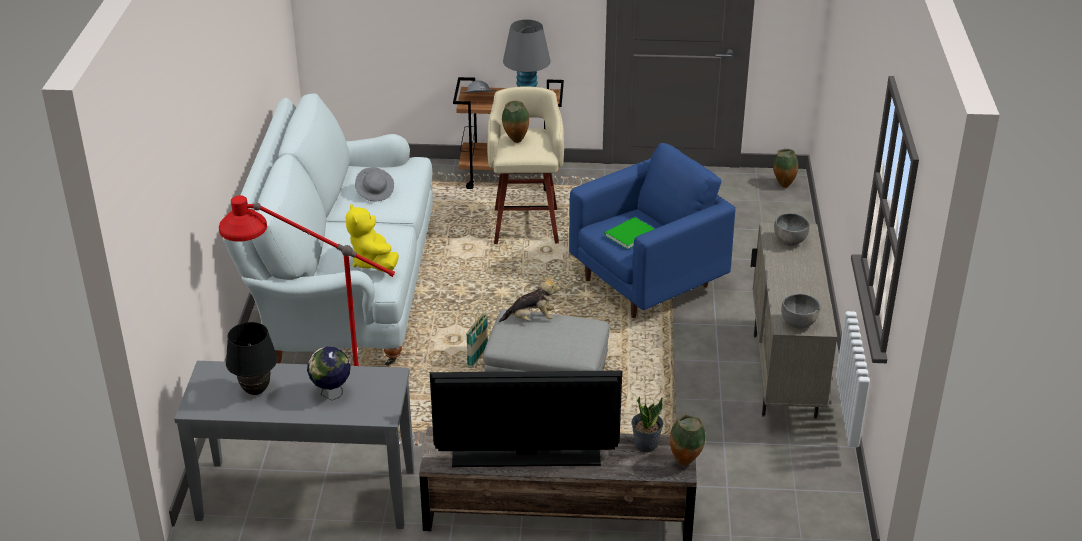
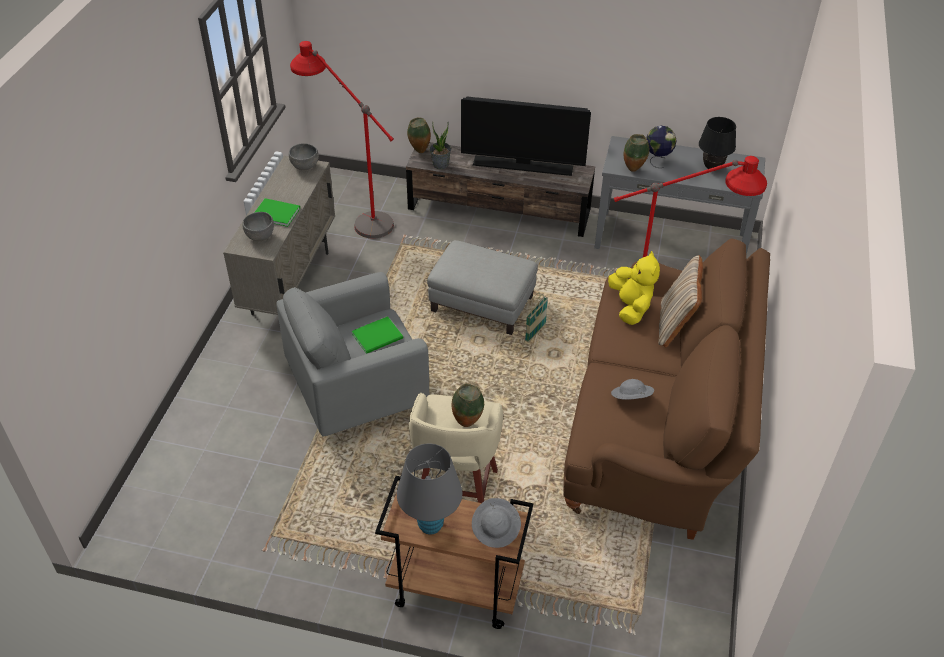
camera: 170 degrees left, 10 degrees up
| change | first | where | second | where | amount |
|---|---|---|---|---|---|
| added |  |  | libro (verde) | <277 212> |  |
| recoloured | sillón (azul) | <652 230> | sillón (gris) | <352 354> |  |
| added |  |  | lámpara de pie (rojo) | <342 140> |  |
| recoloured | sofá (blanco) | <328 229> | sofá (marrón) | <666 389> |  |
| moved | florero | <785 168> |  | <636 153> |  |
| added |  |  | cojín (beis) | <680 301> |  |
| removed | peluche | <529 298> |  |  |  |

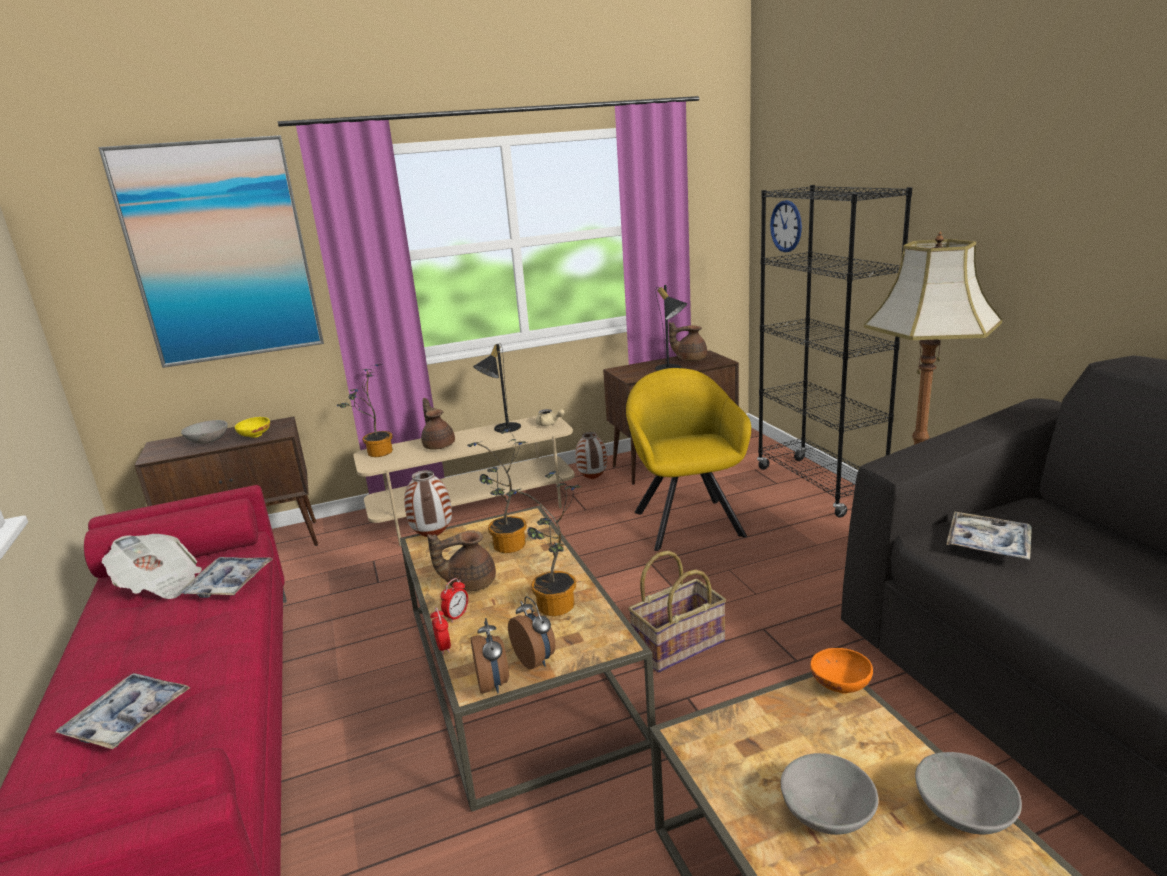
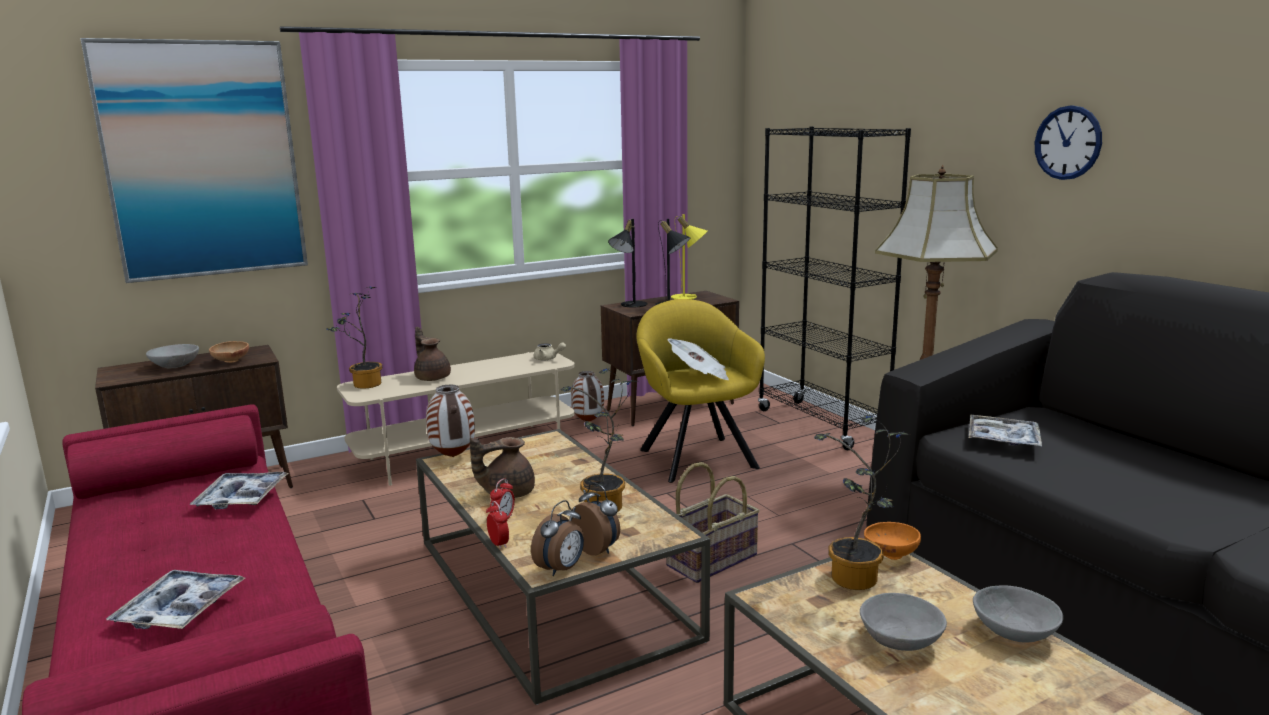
camera: 10 degrees left, 5 degrees down
| change | first | where | second | where | amount |
|---|---|---|---|---|---|
| recoloured | cuenco (amarillo) | <252 427> | cuenco (marrón) | <229 352> |  |
| turned | despertador | <490 656> |  | <557 538> | 60 degrees clockwise |
| moved | lámpara de mesa (negro) | <497 388> |  | <628 263> |  |
| moved | periódico | <152 566> |  | <698 359> |  |
| replaced | tetera (marrón) | <688 341> | lámpara de mesa (amarillo) | <689 257> |  |
| moved | planta en maceta | <497 491> |  | <861 502> |  |
| moved | reloj de pared | <786 226> |  | <1068 142> |  |

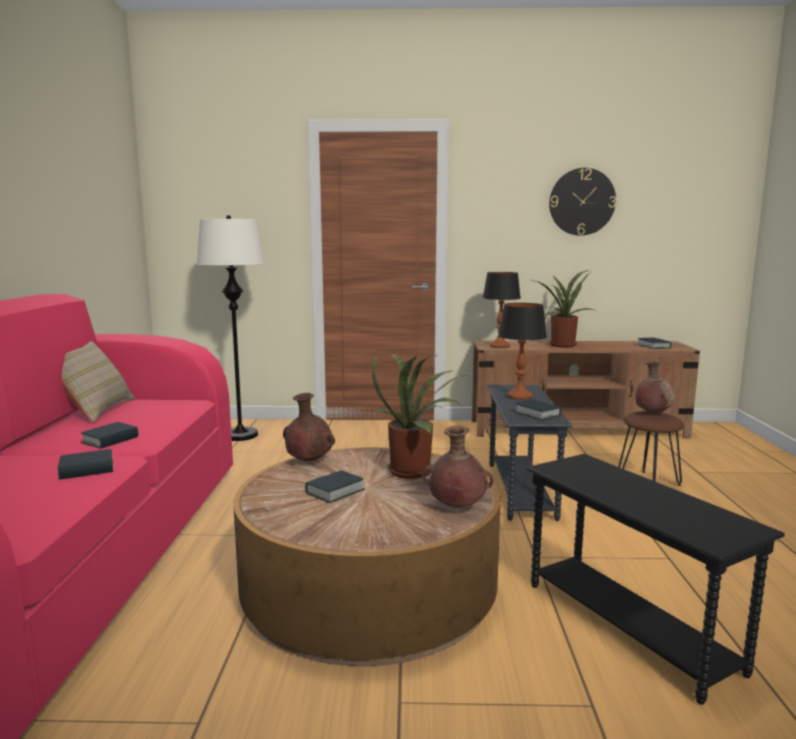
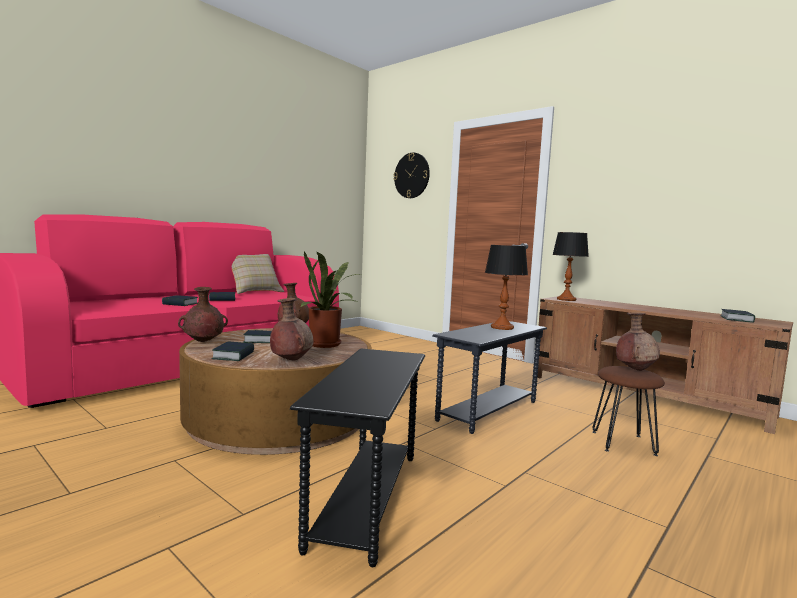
camera: 40 degrees right, 5 degrees down
| change | first | where | second | where | amount |
|---|---|---|---|---|---|
| added |  |  | florero (marrón) | <203 314> |  |
| moved | libro | <538 409> |  | <232 351> |  |
| moved | reloj de pared | <582 202> |  | <411 175> |  |
| removed | lámpara de pie (blanco) | <231 328> |  |  |  |
| removed | planta en maceta | <561 309> |  |  |  |

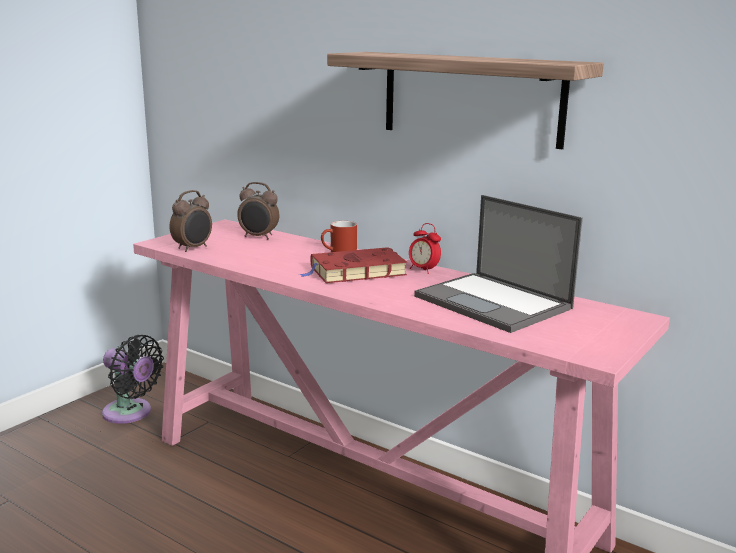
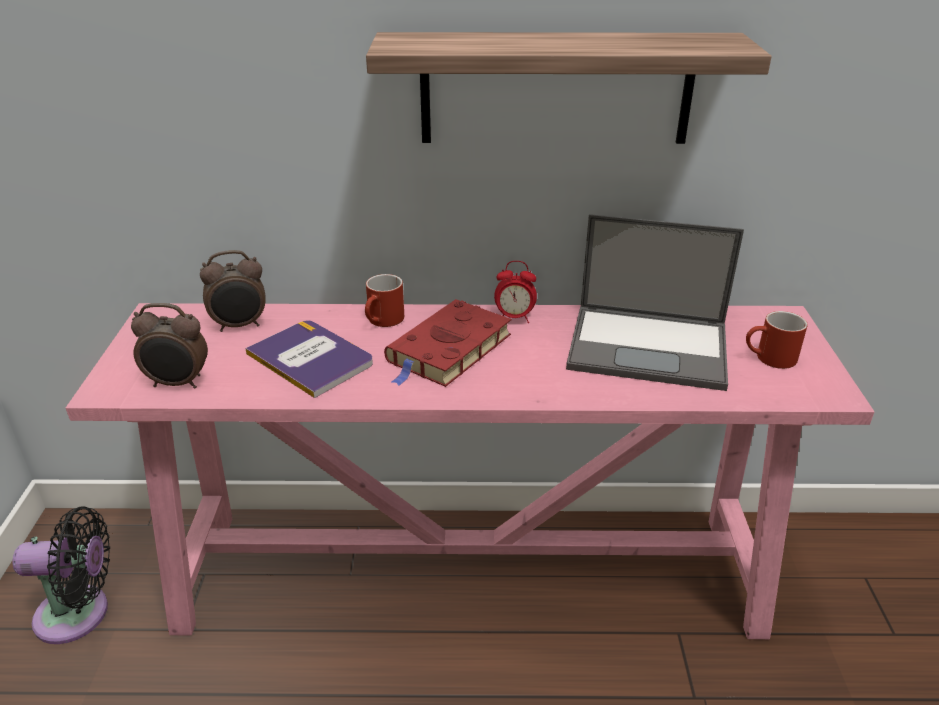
camera: 35 degrees left, 15 degrees up
| change | first | where | second | where | amount |
|---|---|---|---|---|---|
| turned | despertador | <191 221> |  | <169 345> | 90 degrees clockwise |
| added |  |  | libro | <309 359> |  |
| added |  |  | taza grande (rojo) | <777 340> |  |

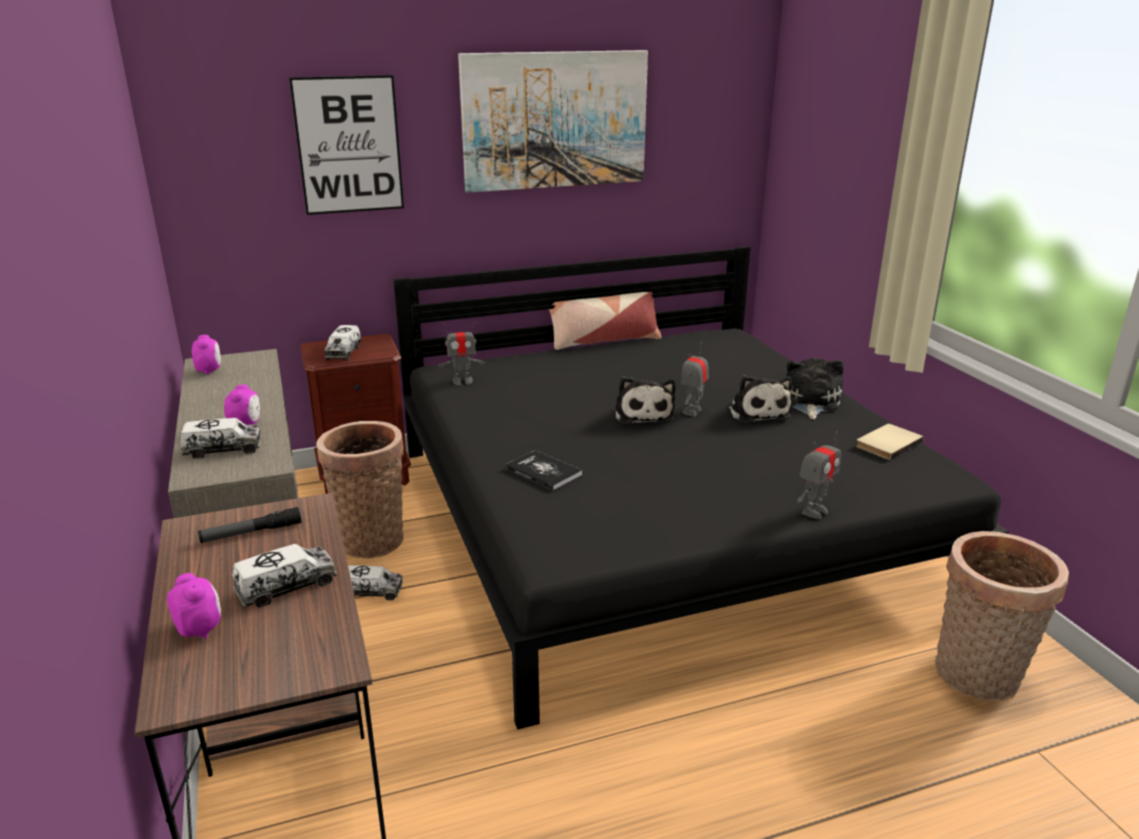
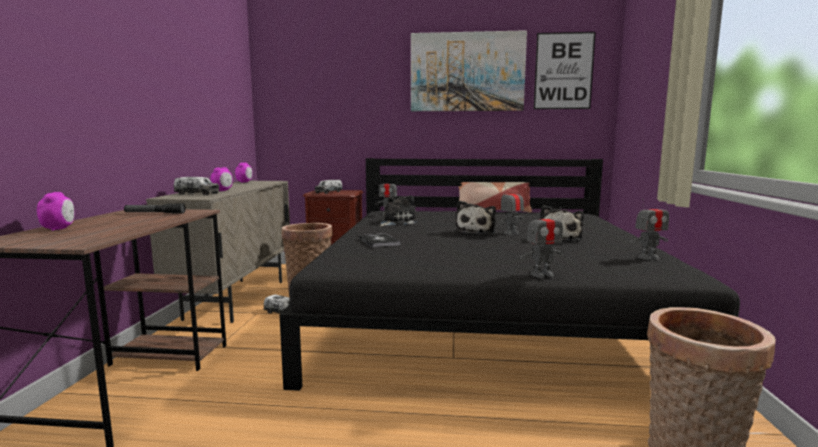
camera: 25 degrees right, 15 degrees down
| change | first | where | second | where | amount |
|---|---|---|---|---|---|
| moved | peluche | <815 388> |  | <399 211> |  |
| moved | cuadro | <346 145> |  | <565 70> |  |
| replaced | libro (beis) | <890 442> | robot de juguete | <649 229> |  |
| removed | camión de juguete | <284 575> |  |  |  |

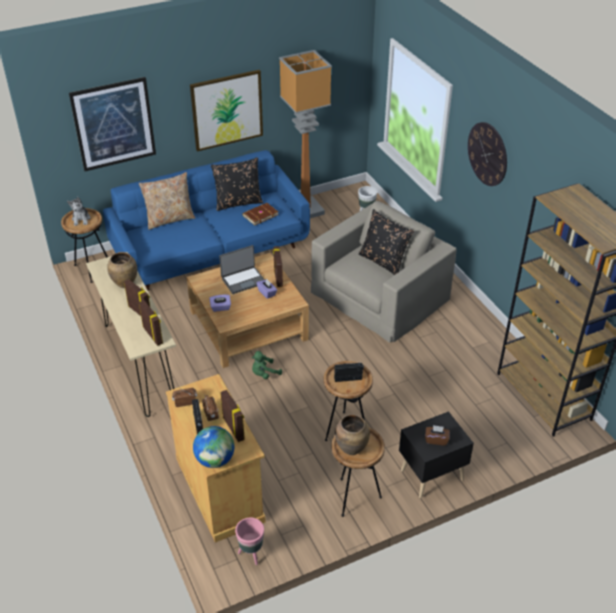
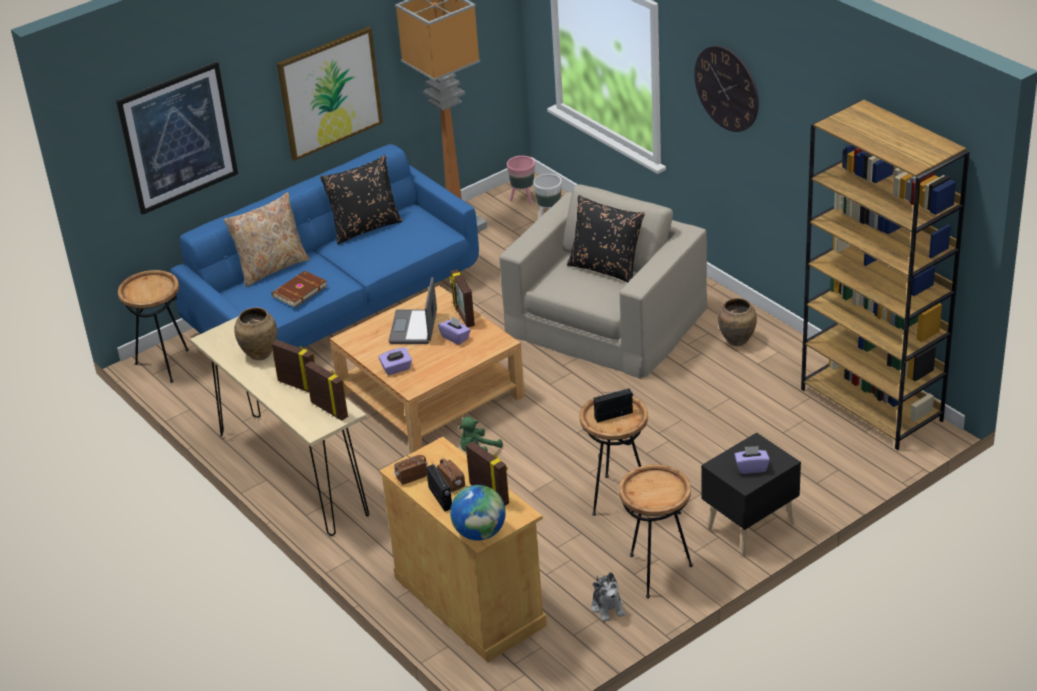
camera: 10 degrees left, 5 degrees down
| change | first | where | second | where | amount |
|---|---|---|---|---|---|
| moved | libro (marrón) | <260 214> |  | <300 289> |  |
| turned | portátil | <242 269> |  | <413 310> | 135 degrees clockwise |
| moved | maceta (rosa) | <249 541> |  | <521 180> |  |
| moved | peluche | <79 211> |  | <608 597> |  |
| moved | florero (marrón) | <352 434> |  | <737 322> |  |
| recoloured | caja de pañuelos (marrón) | <437 435> | caja de pañuelos (morado) | <752 460> |  |

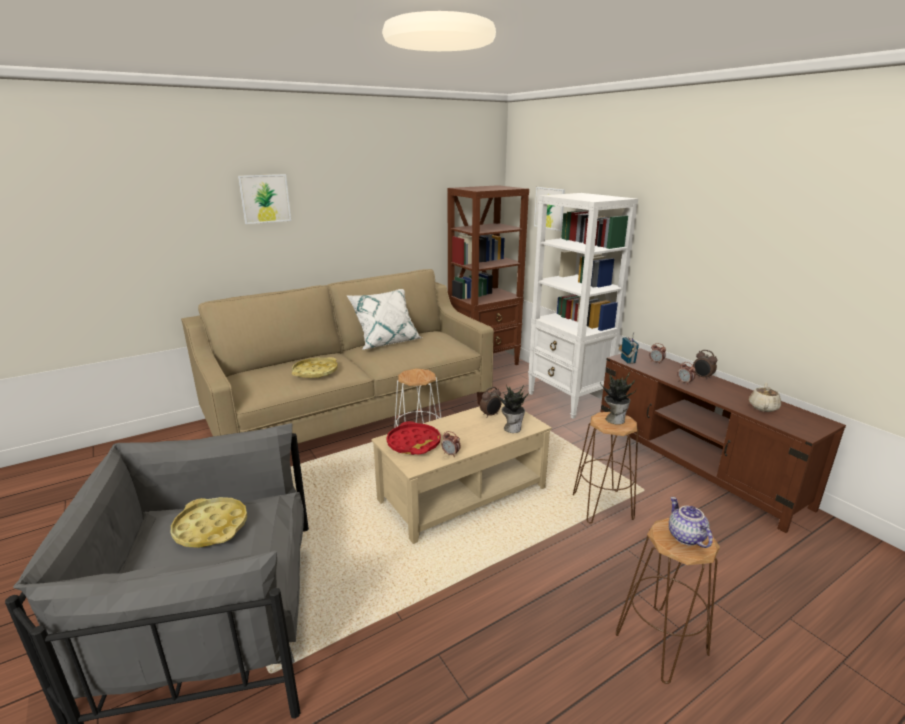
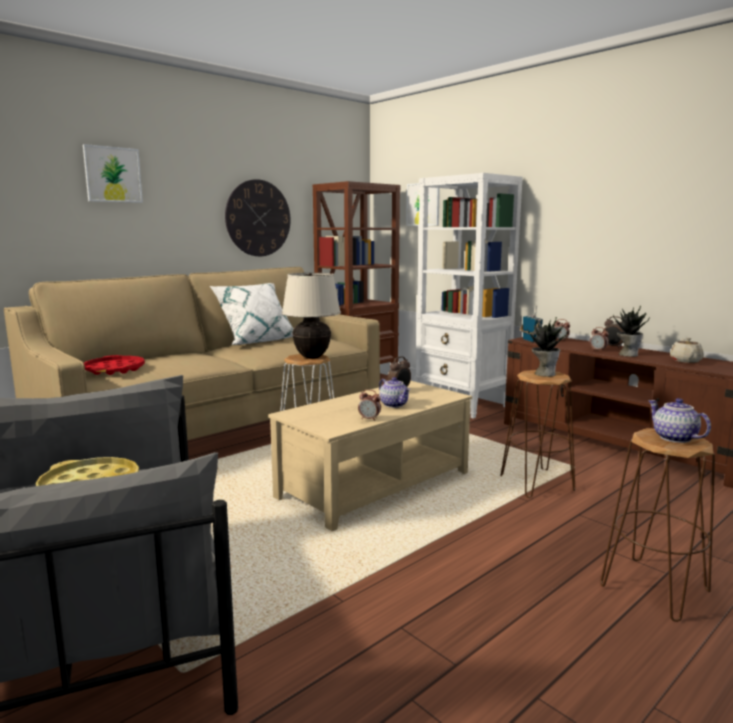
camera: 10 degrees left, 10 degrees down
| change | first | where | second | where | amount |
|---|---|---|---|---|---|
| moved | bandeja (rojo) | <414 438> |  | <114 365> |  |
| added |  |  | reloj de pared | <258 217> |  |
| added |  |  | lámpara de mesa (beis) | <311 316> |  |
| added |  |  | tetera | <394 392> |  |
| moved | planta en maceta | <512 409> |  | <631 331> |  |
| removed | bandeja (amarillo) | <315 367> |  |  |  |

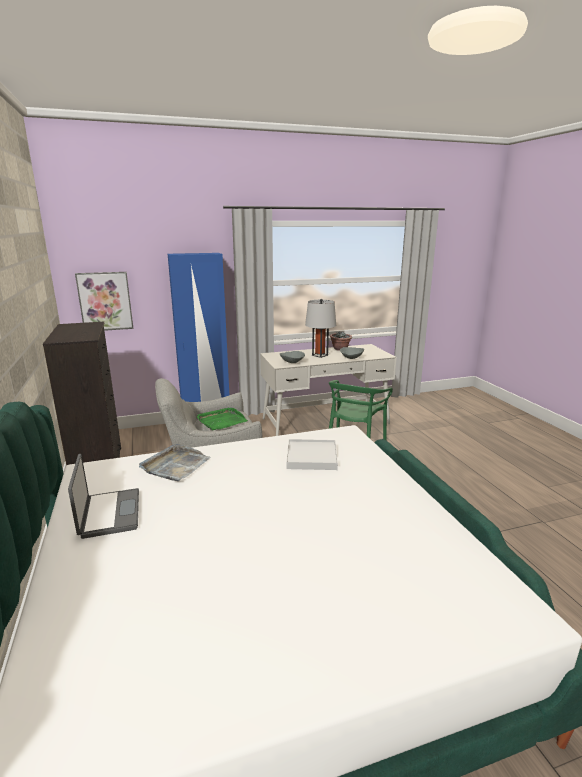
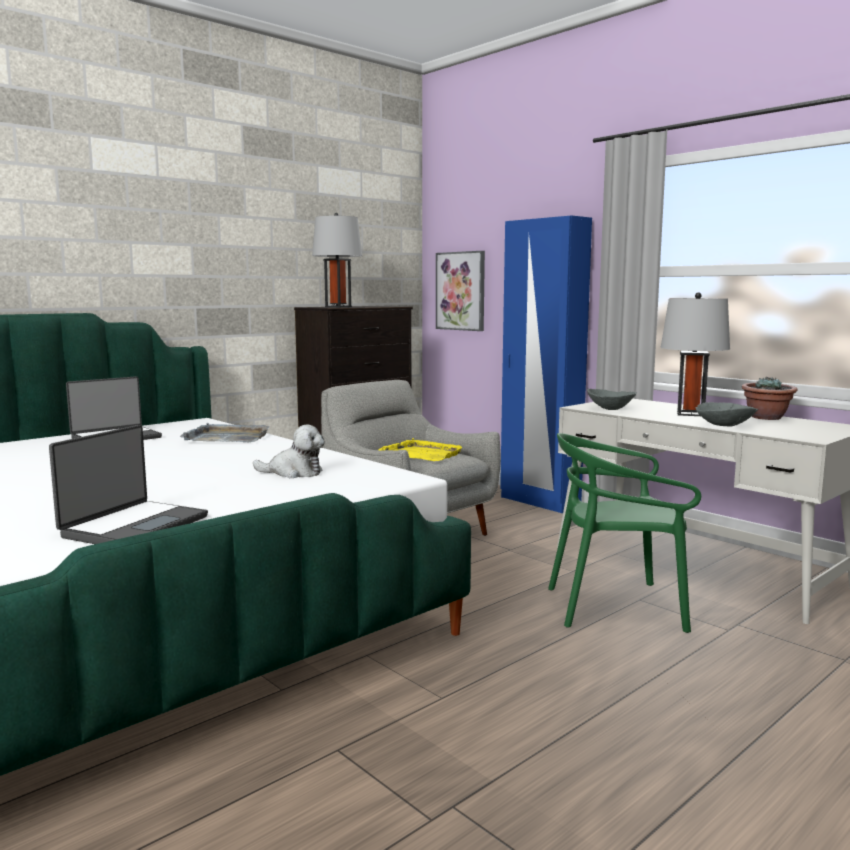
camera: 65 degrees right, 10 degrees down
| change | first | where | second | where | amount |
|---|---|---|---|---|---|
| added |  |  | portátil | <128 484> |  |
| replaced | bandeja (blanco) | <312 454> | peluche | <289 451> |  |
| added |  |  | lámpara de mesa (gris) | <337 260> |  |
| recoloured | bandeja (verde) | <222 418> | bandeja (amarillo) | <420 449> |  |

